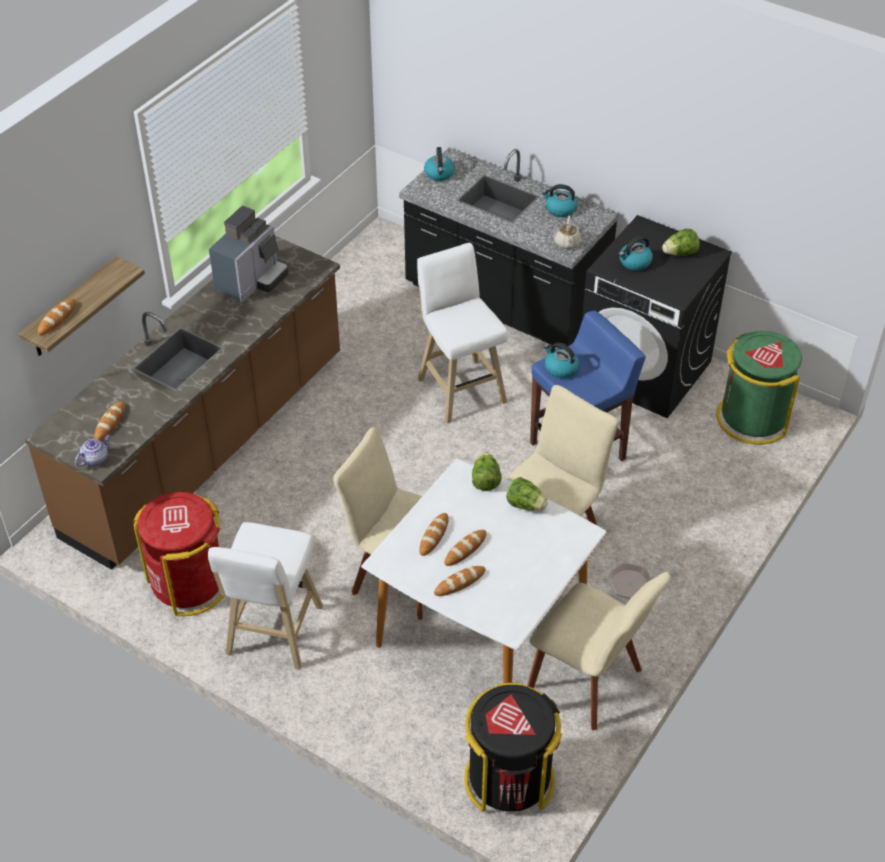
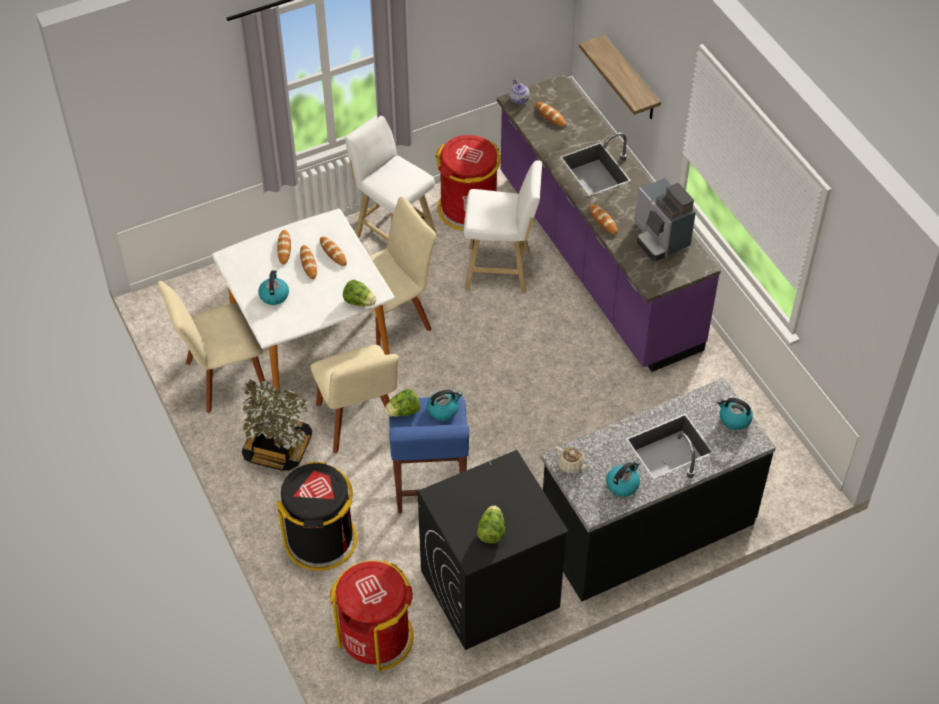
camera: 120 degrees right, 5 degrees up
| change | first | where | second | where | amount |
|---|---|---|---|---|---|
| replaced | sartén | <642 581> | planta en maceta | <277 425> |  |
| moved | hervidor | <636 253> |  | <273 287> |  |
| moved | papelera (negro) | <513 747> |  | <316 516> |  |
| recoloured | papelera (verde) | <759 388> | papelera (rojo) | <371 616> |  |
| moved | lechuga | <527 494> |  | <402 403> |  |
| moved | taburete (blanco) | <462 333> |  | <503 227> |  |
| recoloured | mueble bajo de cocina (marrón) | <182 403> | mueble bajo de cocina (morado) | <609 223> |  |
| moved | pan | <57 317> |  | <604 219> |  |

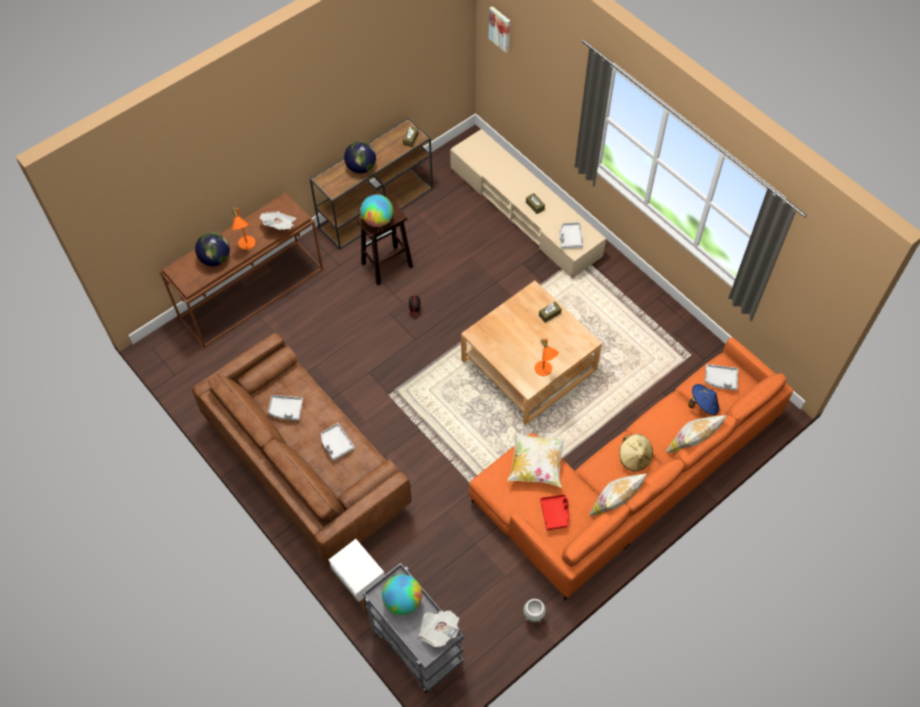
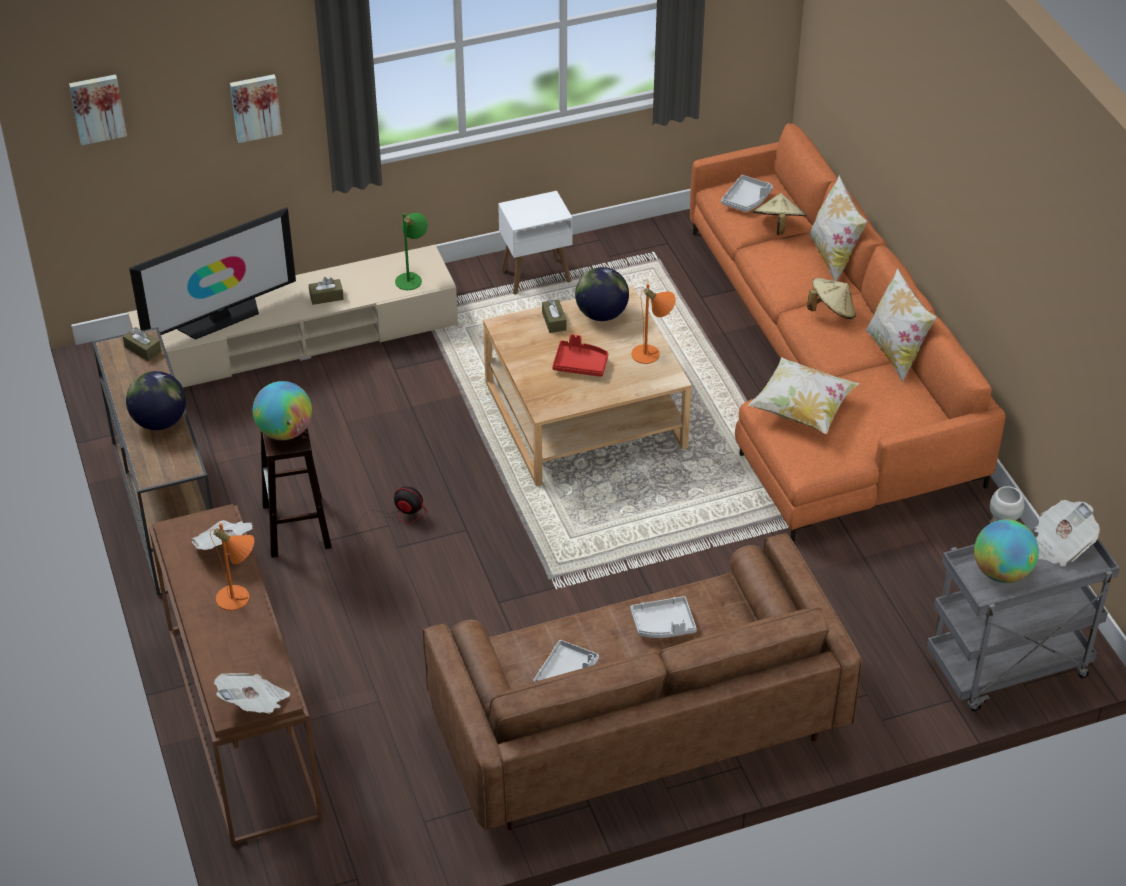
camera: 70 degrees left, 15 degrees down
| change | first | where | second | where | amount |
|---|---|---|---|---|---|
| added |  |  | televisor | <212 273> |  |
| added |  |  | periódico | <252 693> |  |
| added |  |  | cuadro | <256 108> |  |
| replaced | bandeja (gris) | <571 235> | lámpara de mesa (verde) | <411 251> |  |
| moved | mesa auxiliar (blanco) | <357 575> |  | <535 243> |  |
| moved | bandeja (rojo) | <554 512> |  | <580 355> |  |
| moved | globo terráqueo | <212 249> |  | <602 294> |  |
| recoloured | sombrero (azul) | <703 400> | sombrero (beis) | <780 214> |  |

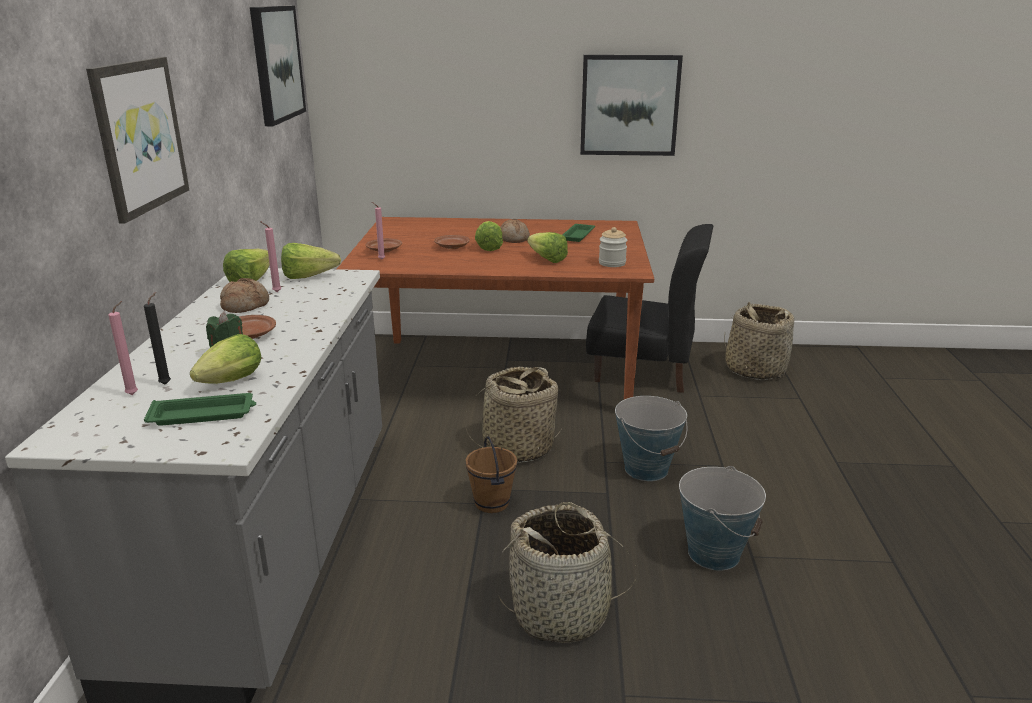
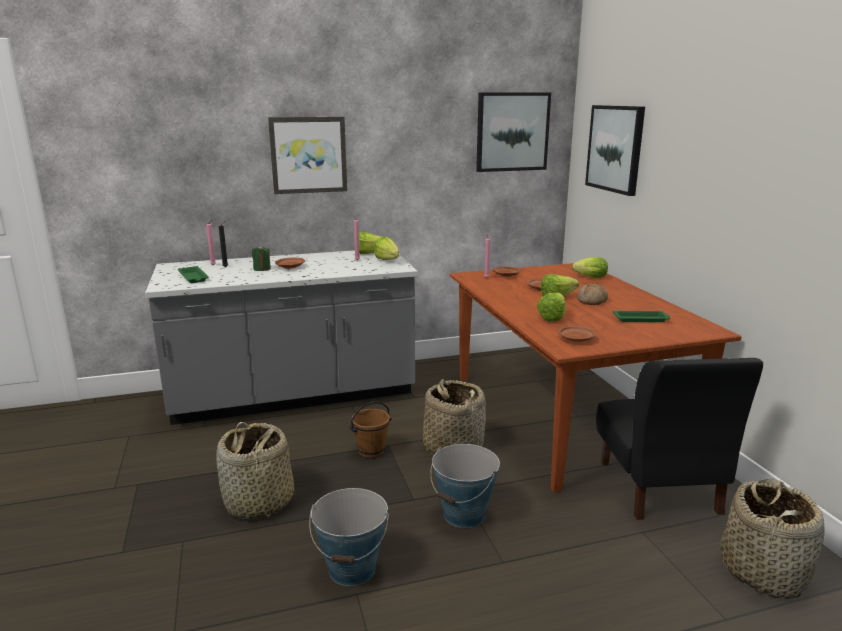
camera: 70 degrees right, 5 degrees down
| change | first | where | second | where | amount |
|---|---|---|---|---|---|
| replaced | tarro | <613 247> | plato (marrón) | <577 334> |  |
| moved | lechuga | <225 359> |  | <590 267> |  |
| moved | cuadro | <631 105> |  | <615 150> |  |
| removed | pan | <244 295> |  |  |  |

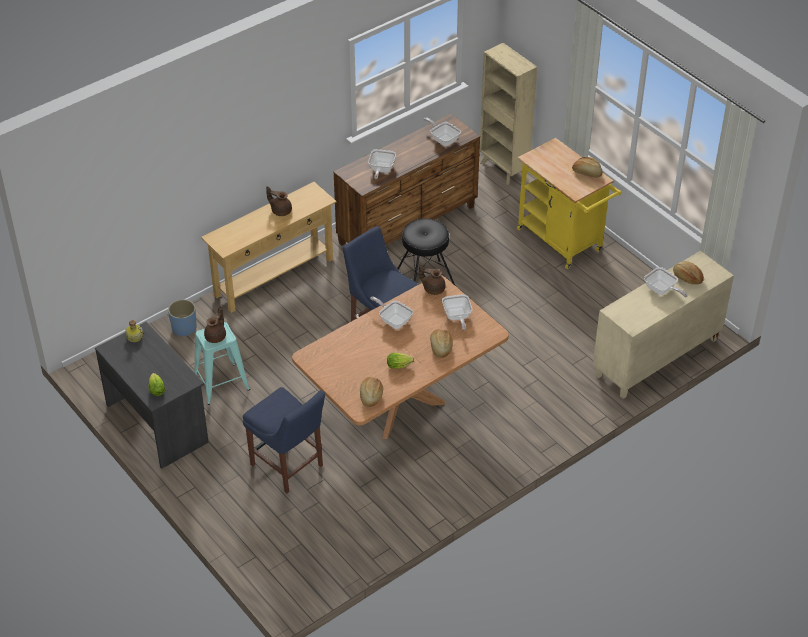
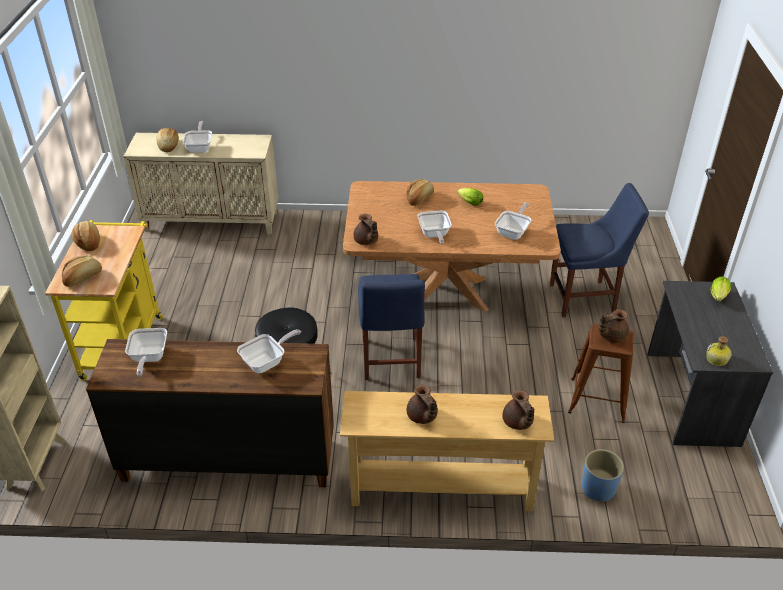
camera: 140 degrees left, 5 degrees down
| change | first | where | second | where | amount |
|---|---|---|---|---|---|
| moved | pan | <371 392> |  | <82 271> |  |
| moved | sartén | <457 312> |  | <513 221> |  |
| added |  |  | tetera (marrón) | <518 410> |  |
| turned | silla (azul) | <284 440> |  | <599 250> | 90 degrees clockwise |
| recoloured | taburete (turquesa) | <222 363> | taburete (marrón) | <601 373> |  |

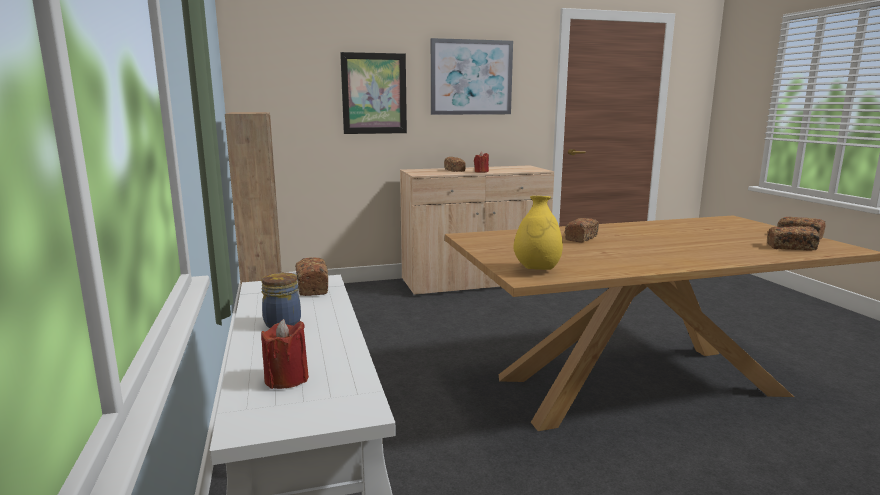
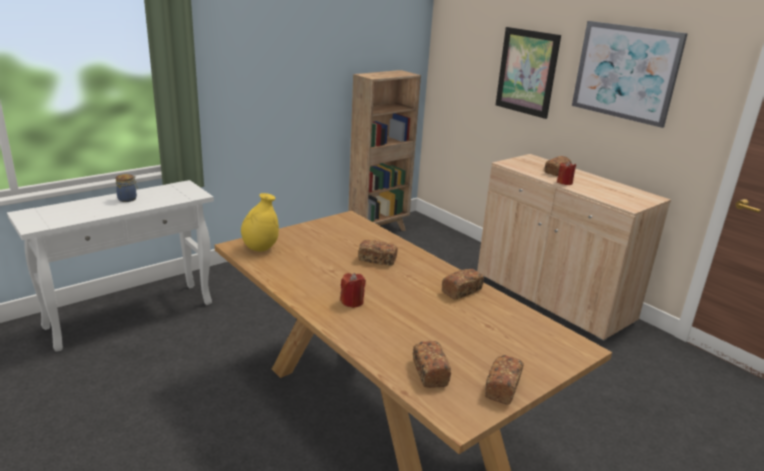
camera: 65 degrees right, 10 degrees up
| change | first | where | second | where | amount |
|---|---|---|---|---|---|
| moved | vela (rojo) | <285 354> |  | <353 290> |  |
| moved | pan | <311 276> |  | <463 284> |  |

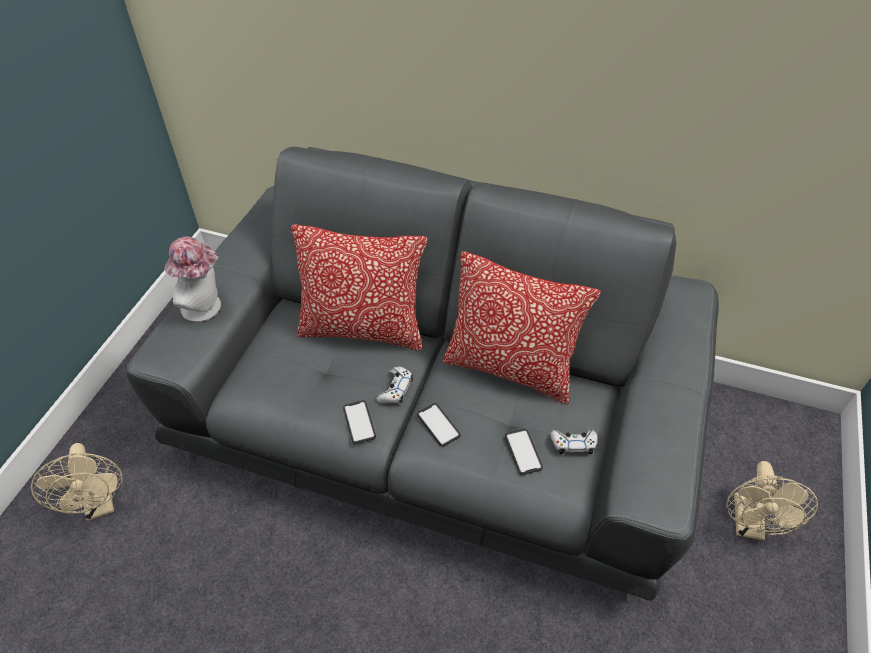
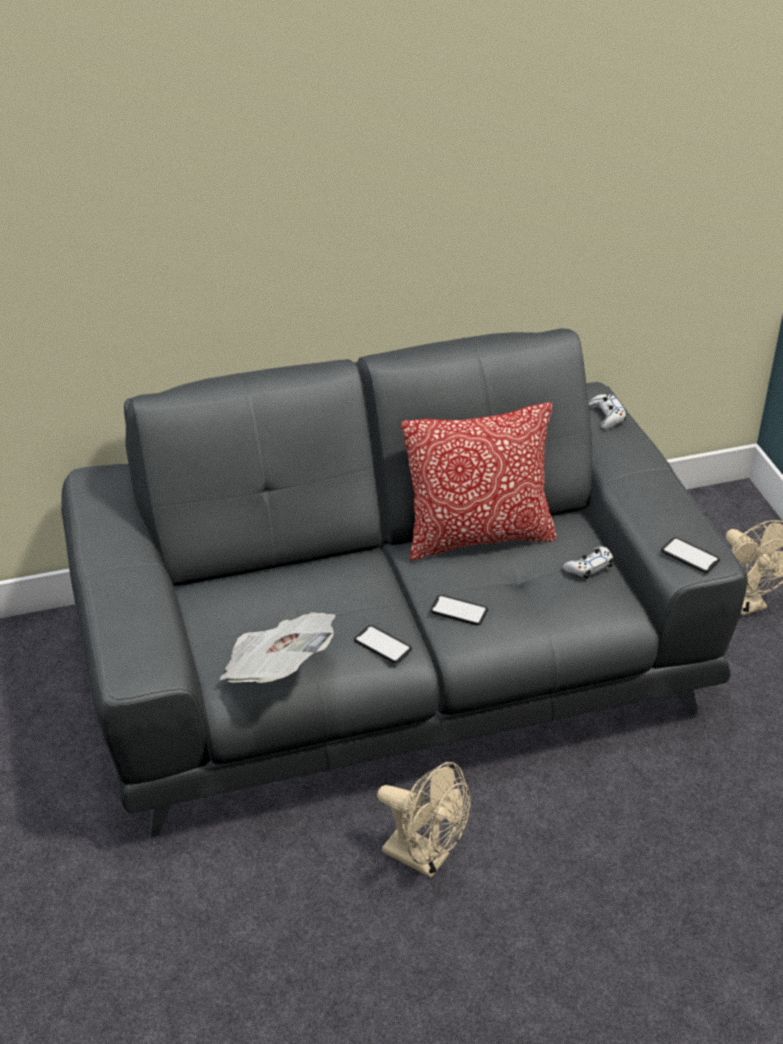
camera: 35 degrees left, 10 degrees down
| change | first | where | second | where | amount |
|---|---|---|---|---|---|
| added |  |  | periódico | <277 647> |  |
| moved | ventilador (beis) | <76 482> |  | <424 820> |  |
| moved | mando de consola (blanco) | <394 385> |  | <607 412> |  |
| moved | móvil | <524 452> |  | <690 555> |  |
| removed | sombrero | <192 279> |  |  |  |
| removed | cojín | <359 287> |  |  |  |

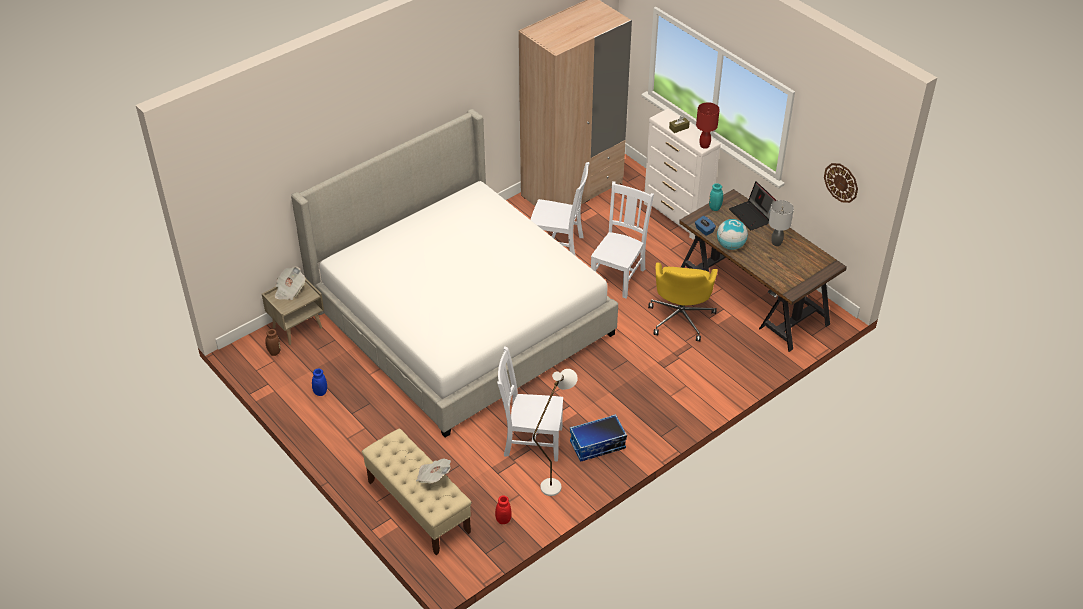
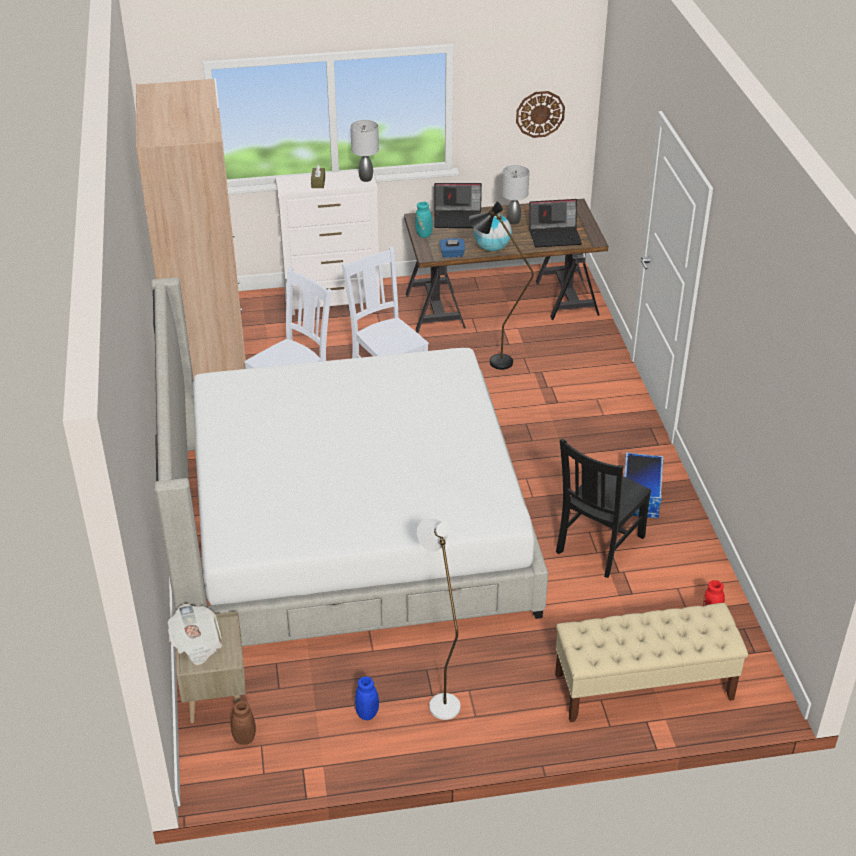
camera: 60 degrees left, 5 degrees down
| change | first | where | second | where | amount |
|---|---|---|---|---|---|
| recoloured | lámpara de mesa (rojo) | <708 125> | lámpara de mesa (gris) | <364 151> |  |
| moved | lámpara de pie (blanco) | <555 432> |  | <438 619> |  |
| replaced | silla de oficina (amarillo) | <683 301> | lámpara de pie (negro) | <501 285> |  |
| added |  |  | portátil | <555 223> |  |
| recoloured | silla (blanco) | <530 404> | silla (negro) | <603 508> |  |
| removed | periódico | <433 471> |  |  |  |

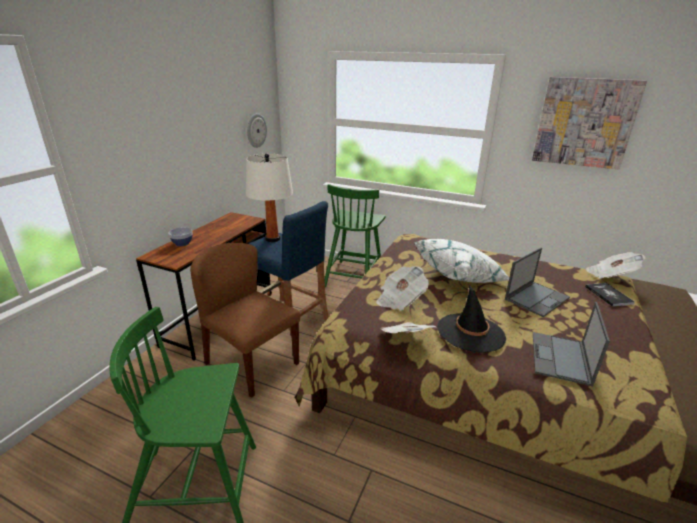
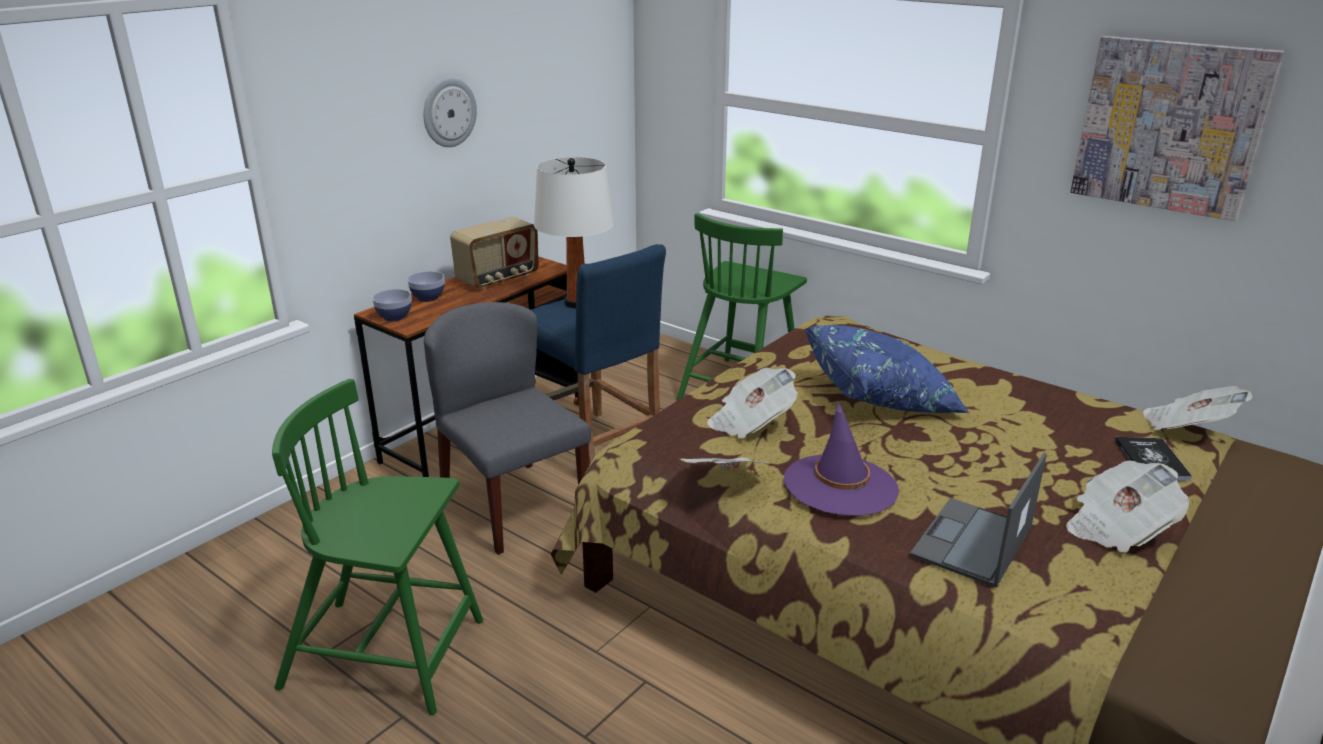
camera: 15 degrees right, 0 degrees up
| change | first | where | second | where | amount |
|---|---|---|---|---|---|
| added |  |  | cuenco | <392 305> |  |
| moved | reloj de pared | <257 130> |  | <450 112> |  |
| recoloured | silla (marrón) | <245 320> | silla (gris) | <507 428> |  |
| added |  |  | radio | <494 252> |  |
| recoloured | sombrero (negro) | <471 319> | sombrero (morado) | <841 459> |  |
| recoloured | cojín (blanco) | <461 261> | cojín (azul) | <887 369> |  |
| added |  |  | periódico | <1127 506> |  |
| removed | portátil | <537 282> |  |  |  |

